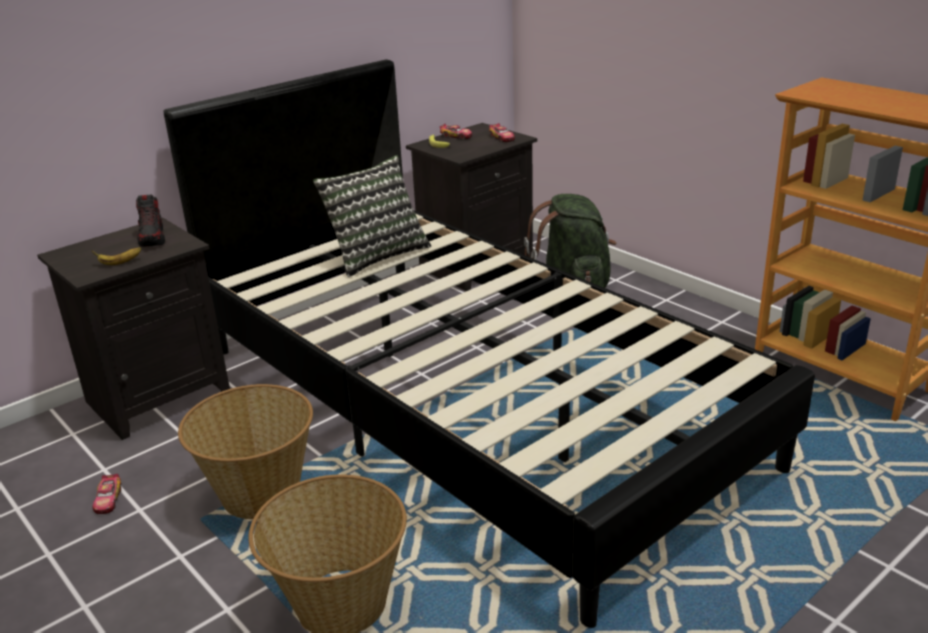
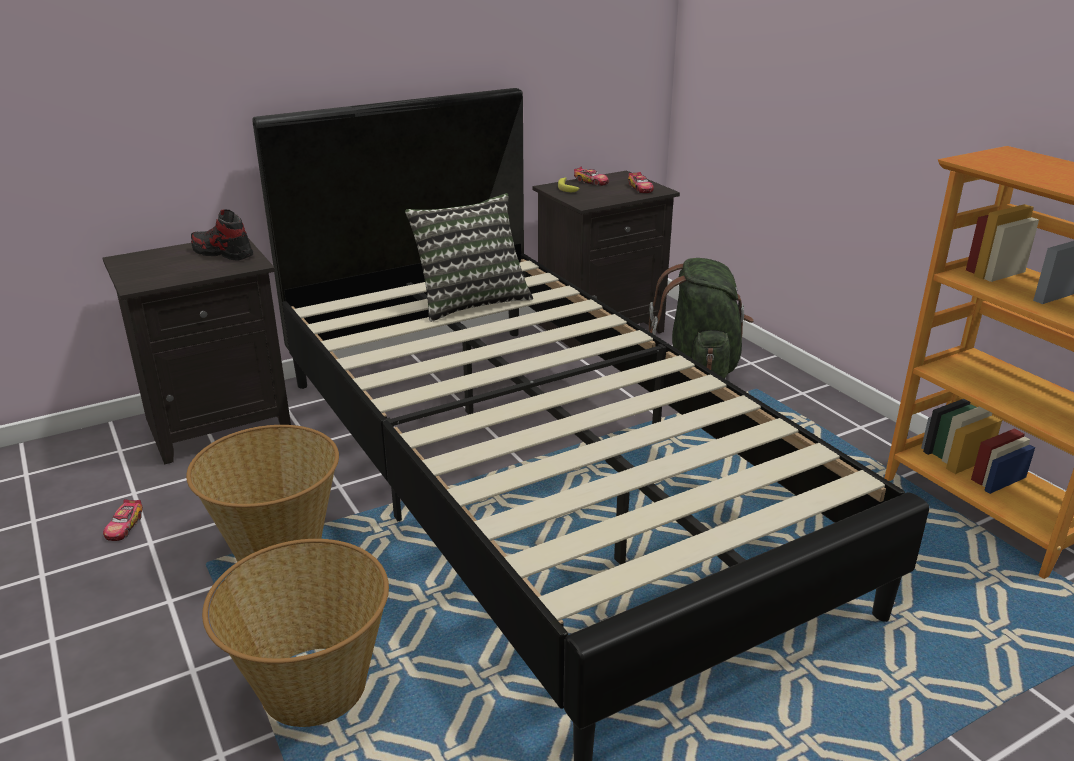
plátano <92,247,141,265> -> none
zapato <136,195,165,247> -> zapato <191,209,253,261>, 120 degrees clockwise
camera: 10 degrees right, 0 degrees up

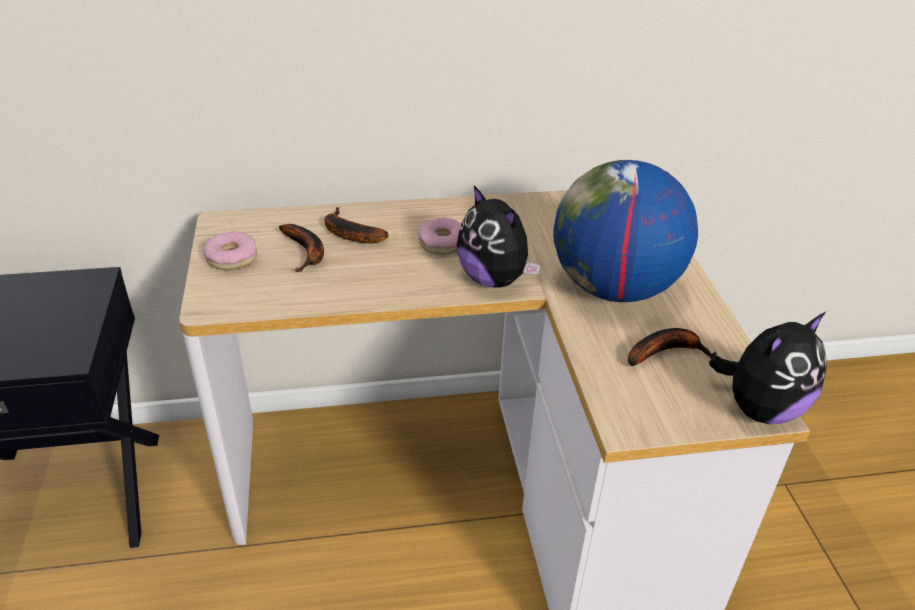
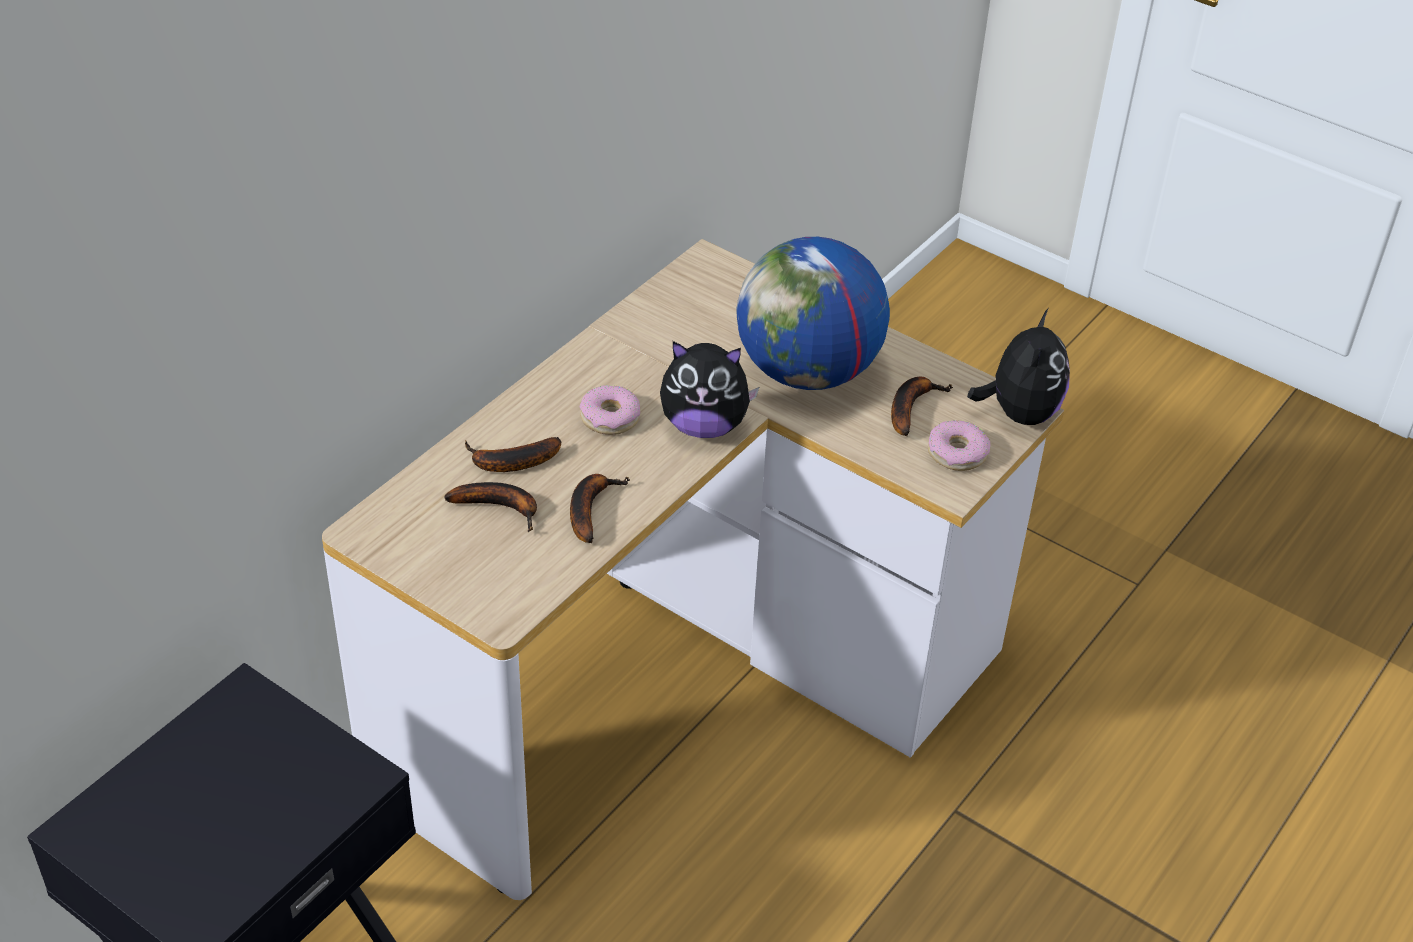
rosquilla <204,231,257,270> -> rosquilla <928,420,990,471>, move
none -> plátano <570,474,630,543>
camera: 45 degrees left, 5 degrees up

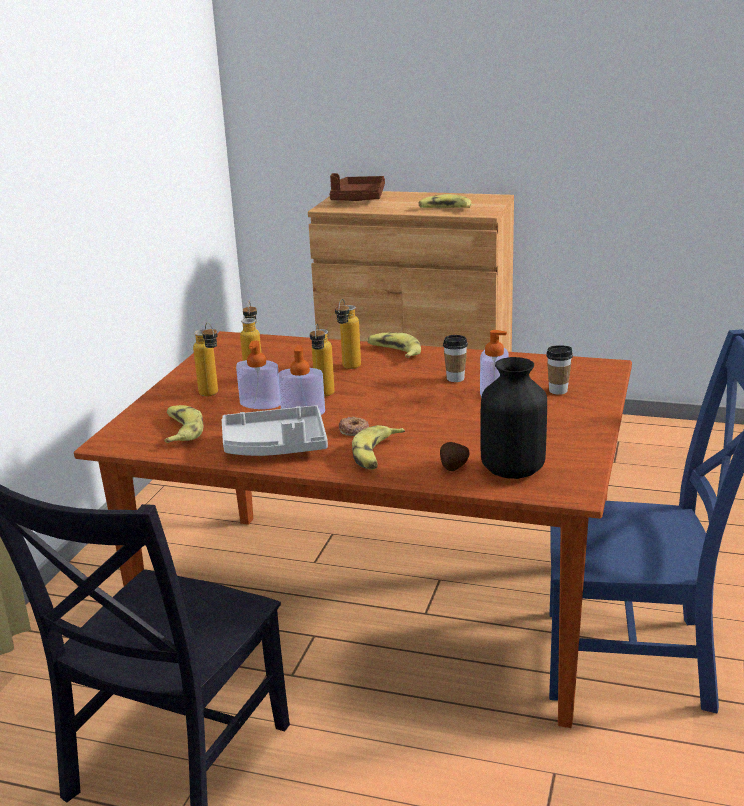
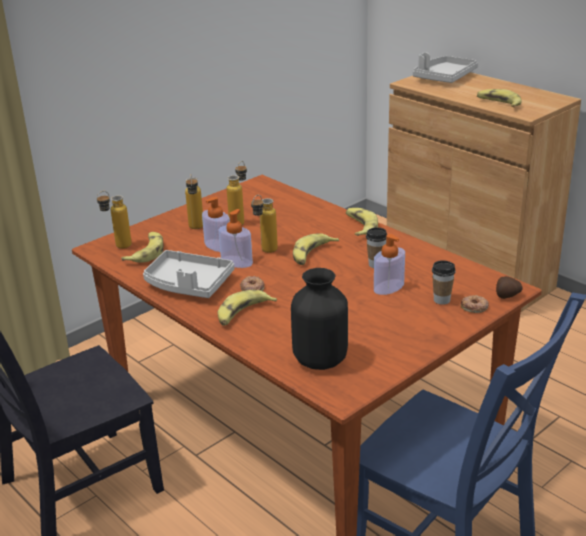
bandeja [marrón] <329,173,385,201> -> bandeja [gris] <413,52,477,83>
botella <335,299,361,369> -> botella <97,191,132,249>, move
patata <440,442,470,471> -> patata <496,276,522,299>, move
none -> plátano <293,233,339,265>
none -> rosquilla <461,295,489,313>
camera: 30 degrees right, 5 degrees up

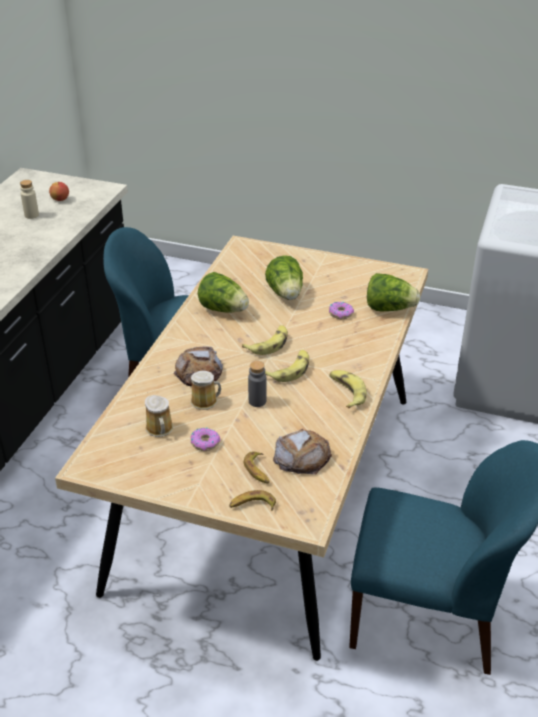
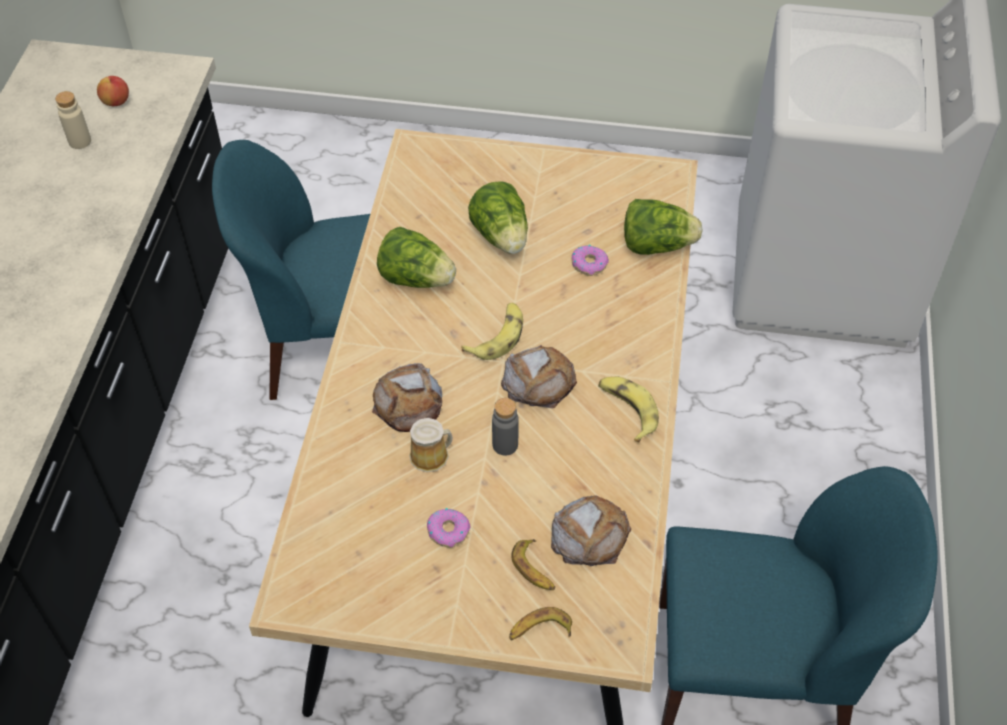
taza grande <145,395,173,437> -> none
plátano <265,350,309,382> -> pan <501,345,577,409>
camera: 10 degrees left, 15 degrees up

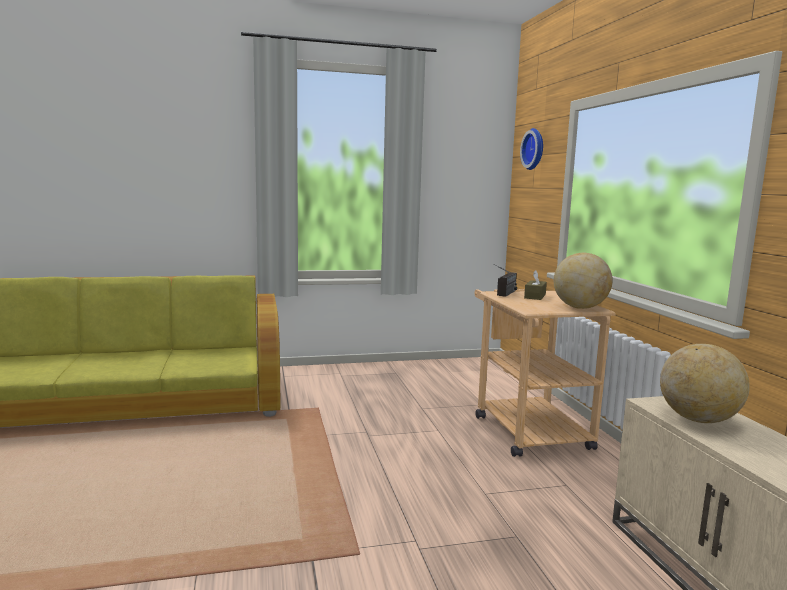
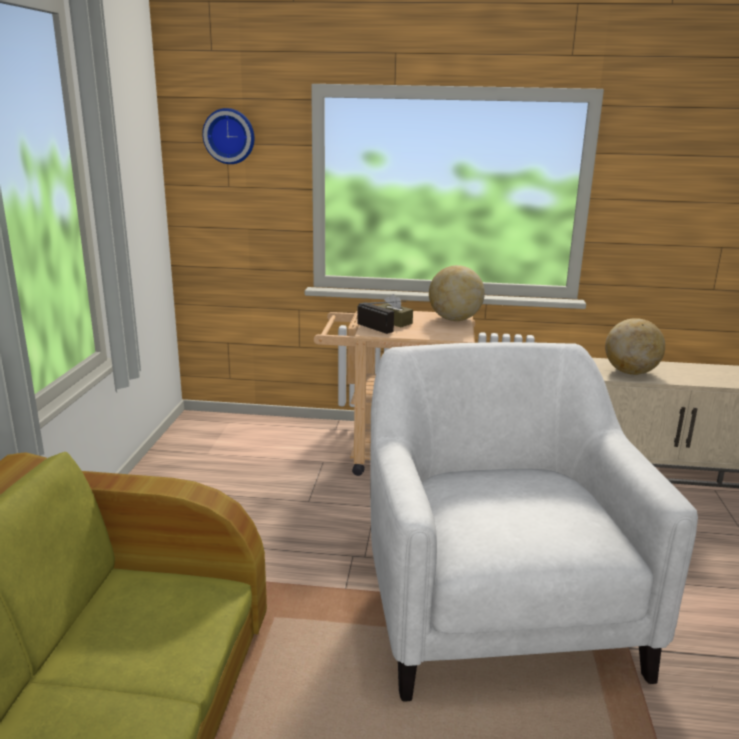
none -> sillón [blanco] <370,342,698,702>
camera: 70 degrees left, 10 degrees up

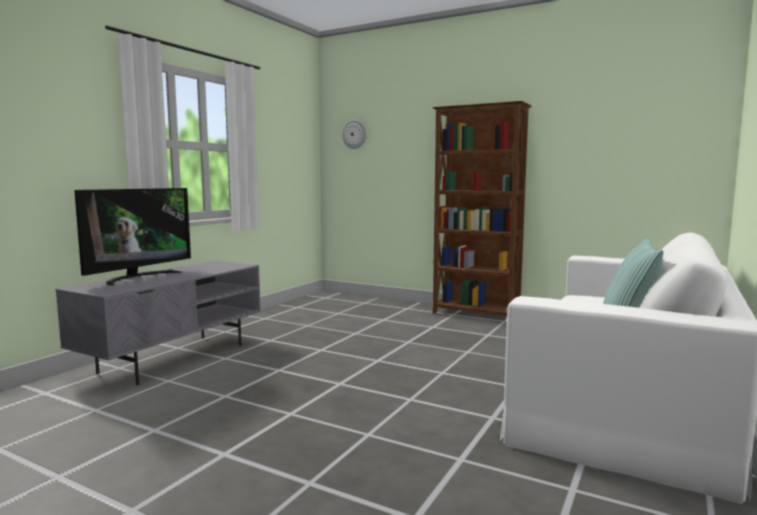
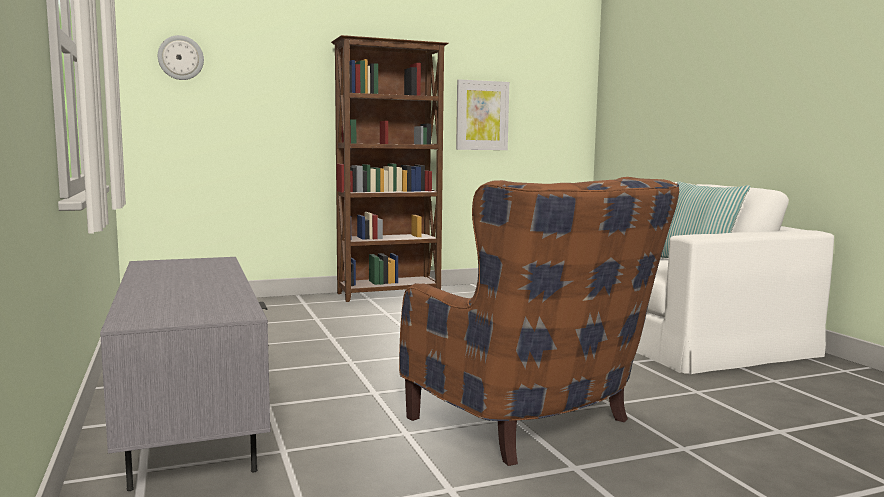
televisor <74,188,191,286> -> none
none -> sillón [marrón] <399,177,679,466>
none -> cuadro <456,79,509,150>
camera: 50 degrees left, 0 degrees up

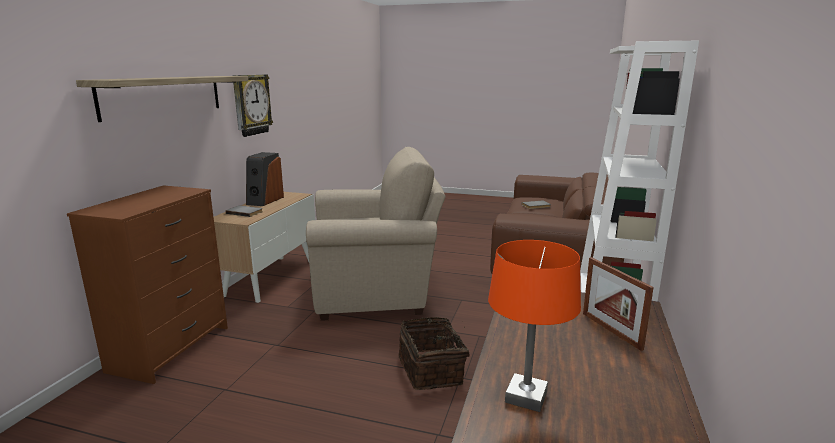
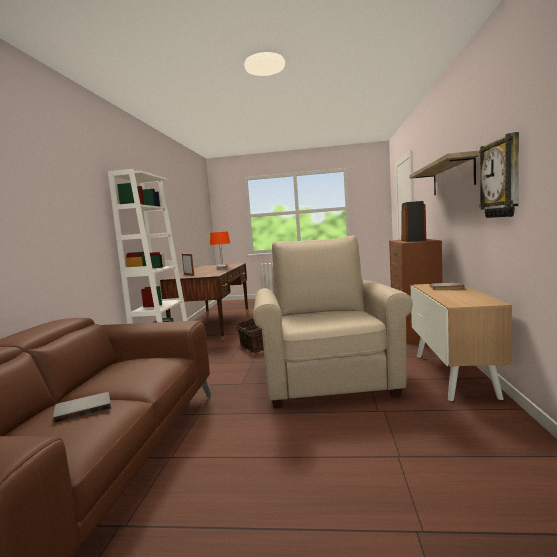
altavoz <246,152,284,206> -> altavoz <401,201,426,242>, move
sillón [beis] <306,147,446,321> -> sillón [beis] <253,235,413,408>, 105 degrees clockwise
camera: 170 degrees right, 10 degrees down

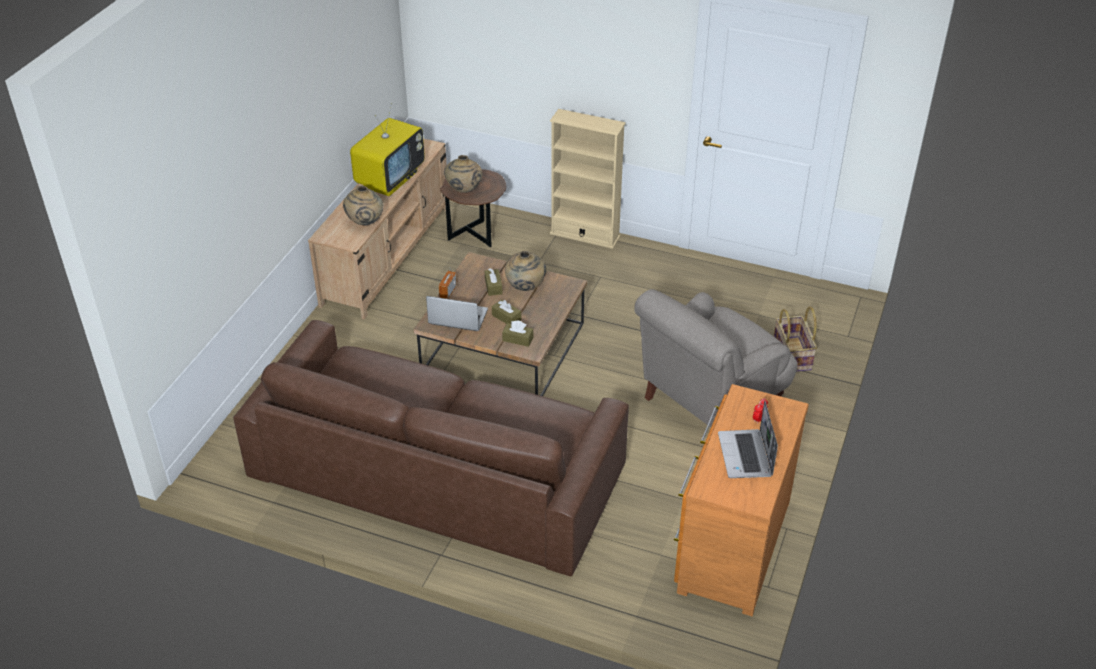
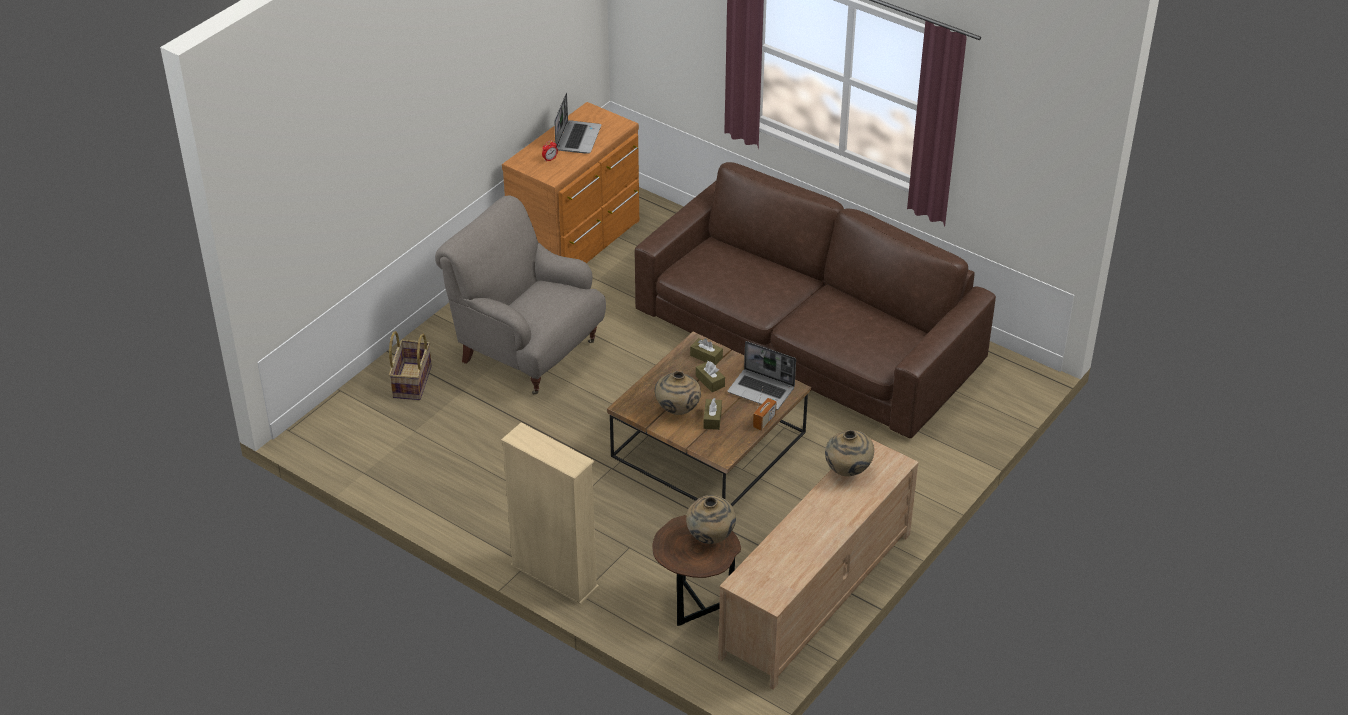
televisor <350,103,425,196> -> none
sillón [gris] <634,289,798,427> -> sillón [gris] <435,195,606,394>, 120 degrees counterclockwise
camera: 165 degrees left, 0 degrees up

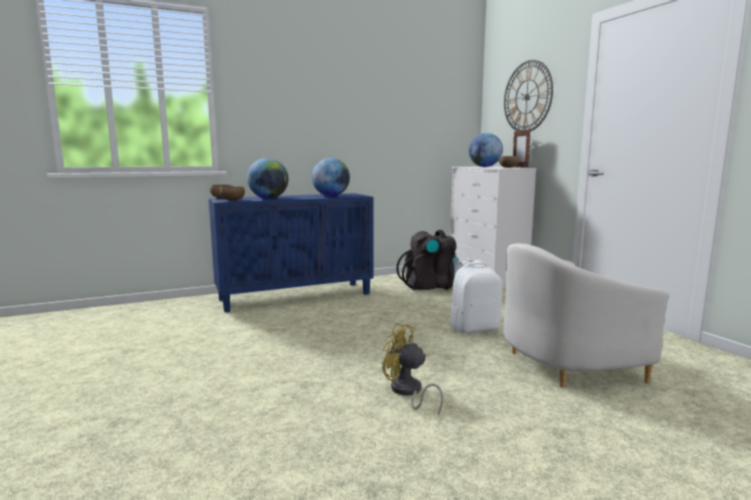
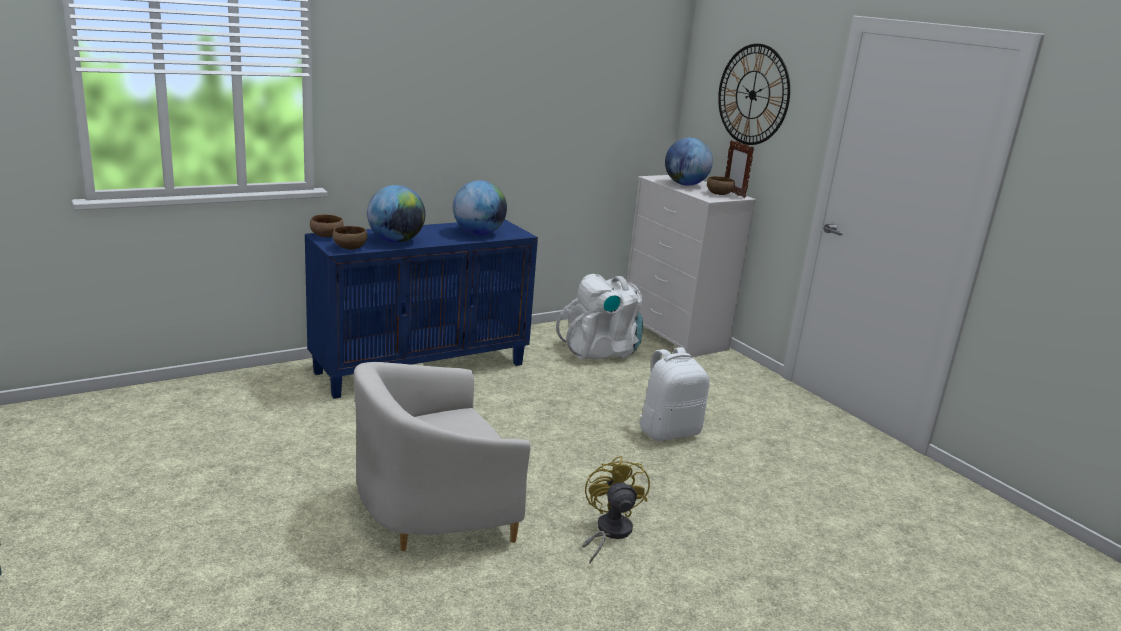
ventilador [amarillo] <382,323,443,415> -> ventilador [amarillo] <582,456,650,564>, 60 degrees clockwise
mochila [negro] <396,230,459,291> -> mochila [blanco] <556,274,643,360>
sillón [blanco] <503,243,669,388> -> sillón [blanco] <353,362,531,551>, move
camera: 10 degrees left, 10 degrees up

